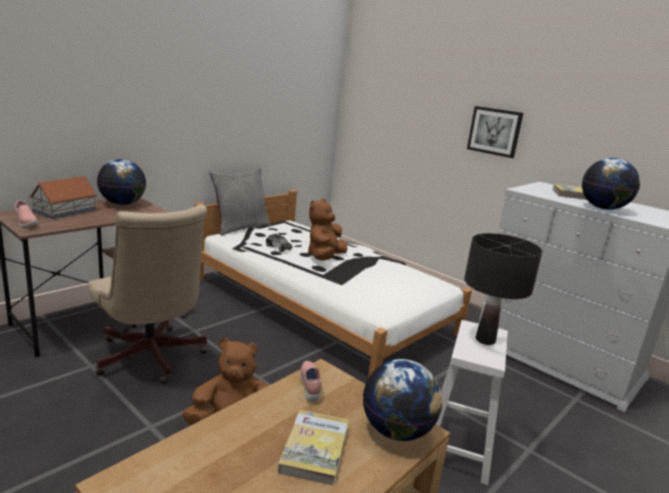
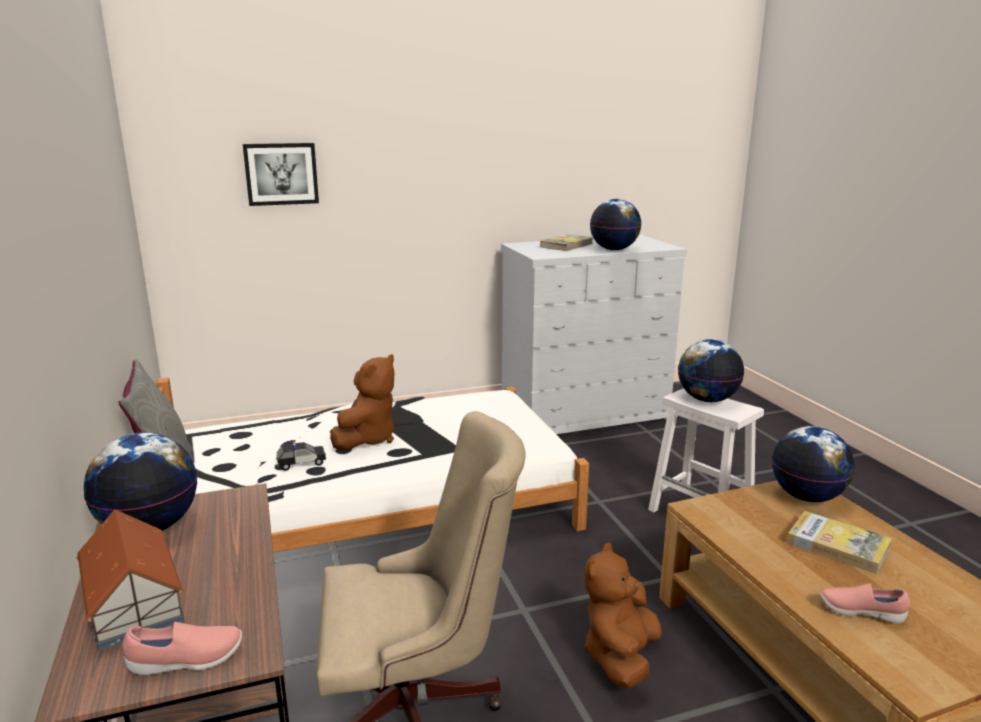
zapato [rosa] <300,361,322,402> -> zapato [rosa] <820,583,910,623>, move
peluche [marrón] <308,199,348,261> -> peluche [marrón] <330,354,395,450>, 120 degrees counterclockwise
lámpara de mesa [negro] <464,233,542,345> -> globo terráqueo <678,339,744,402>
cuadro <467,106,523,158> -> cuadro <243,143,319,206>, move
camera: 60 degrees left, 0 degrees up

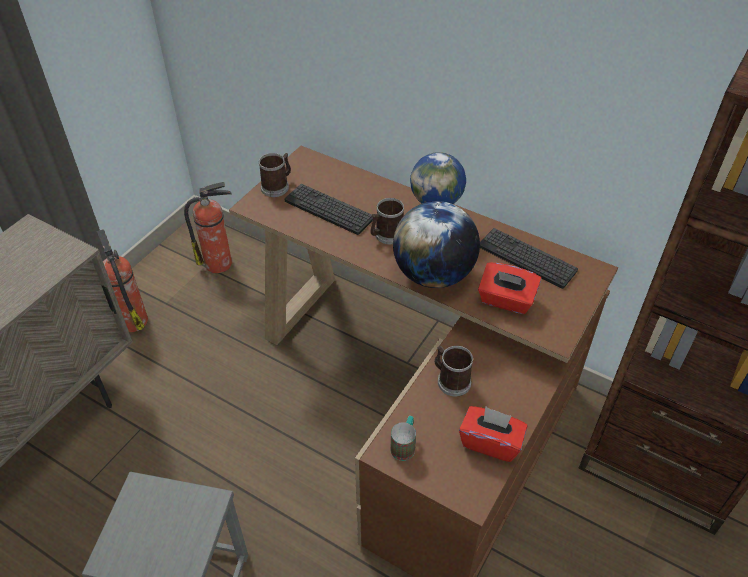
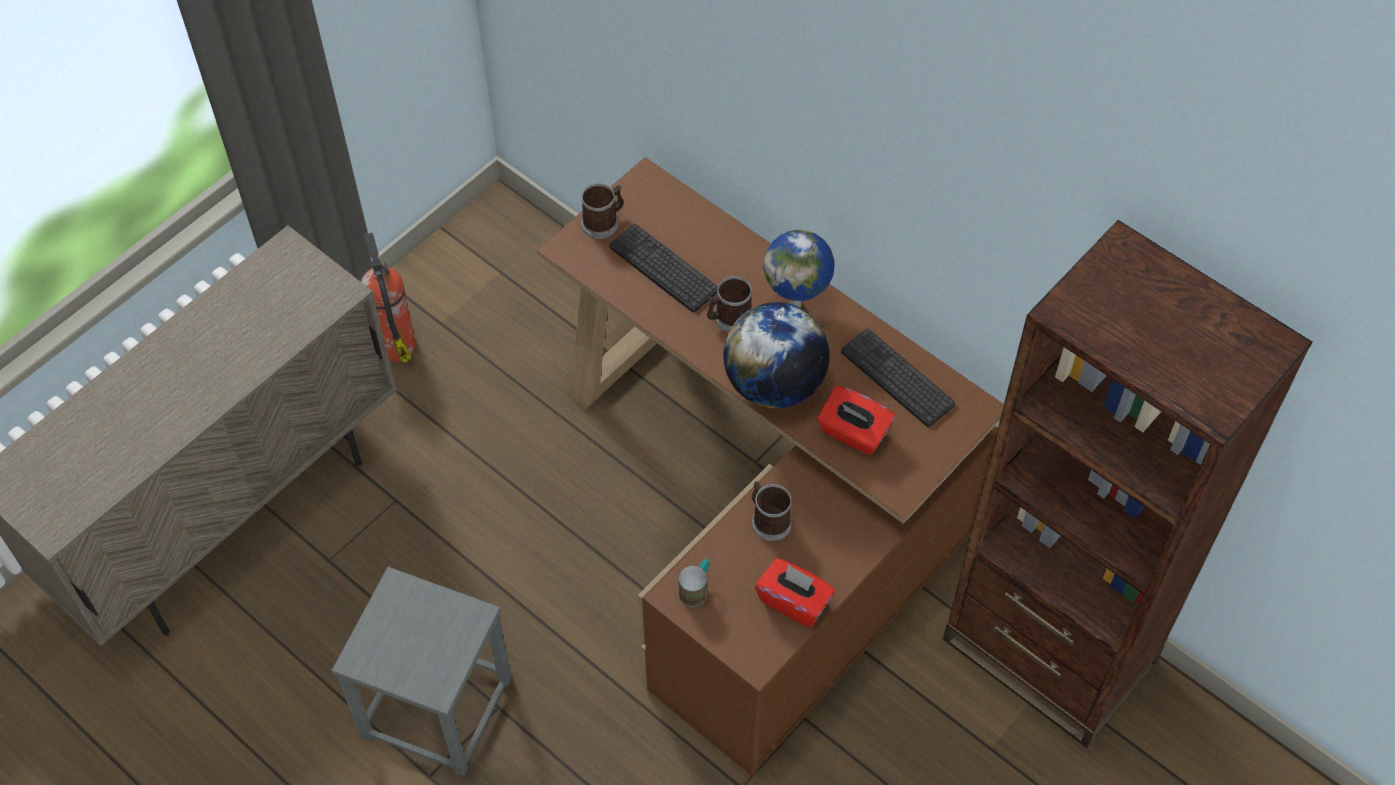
extintor <184,182,232,273> -> none
camera: 10 degrees right, 10 degrees up

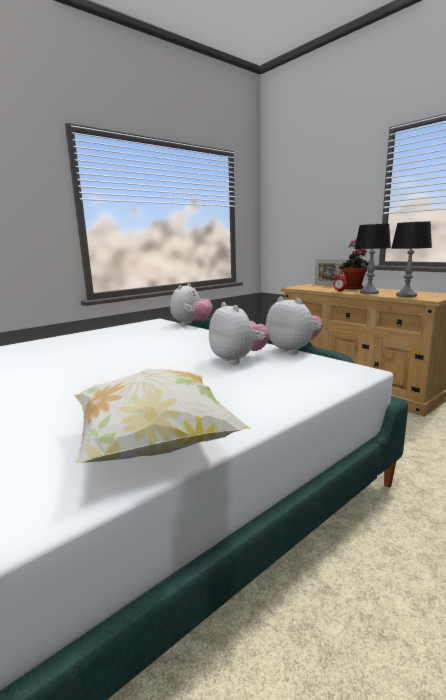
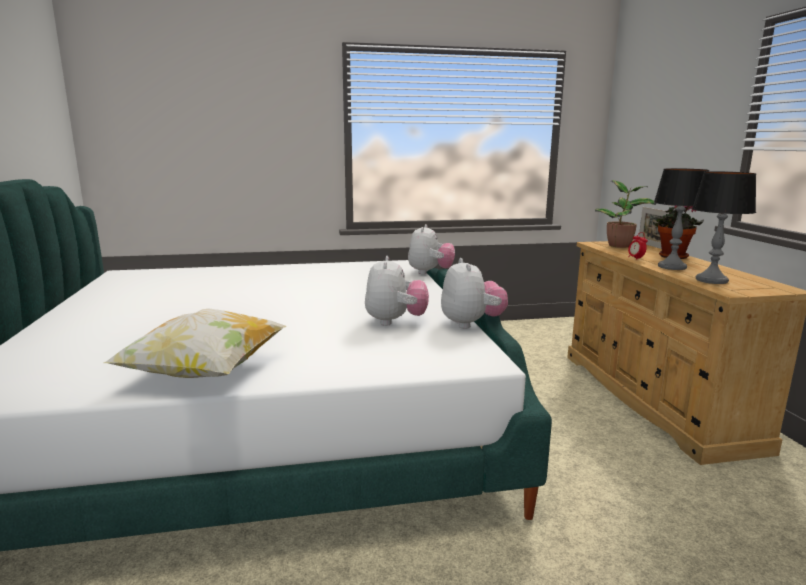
peluche <170,283,213,325> -> peluche <408,224,455,274>, 45 degrees counterclockwise
none -> planta en maceta <595,180,657,248>
camera: 30 degrees right, 0 degrees up

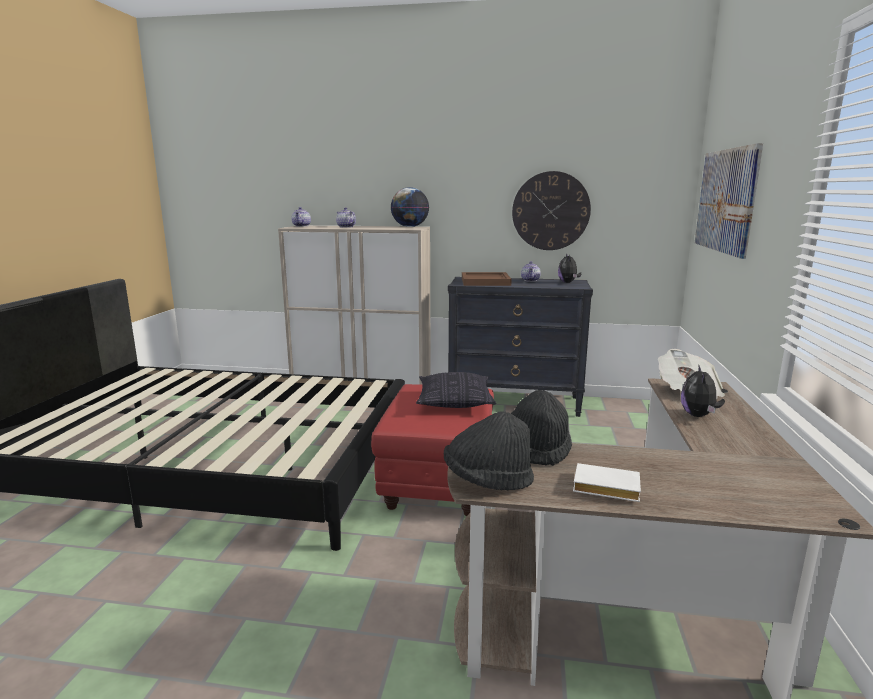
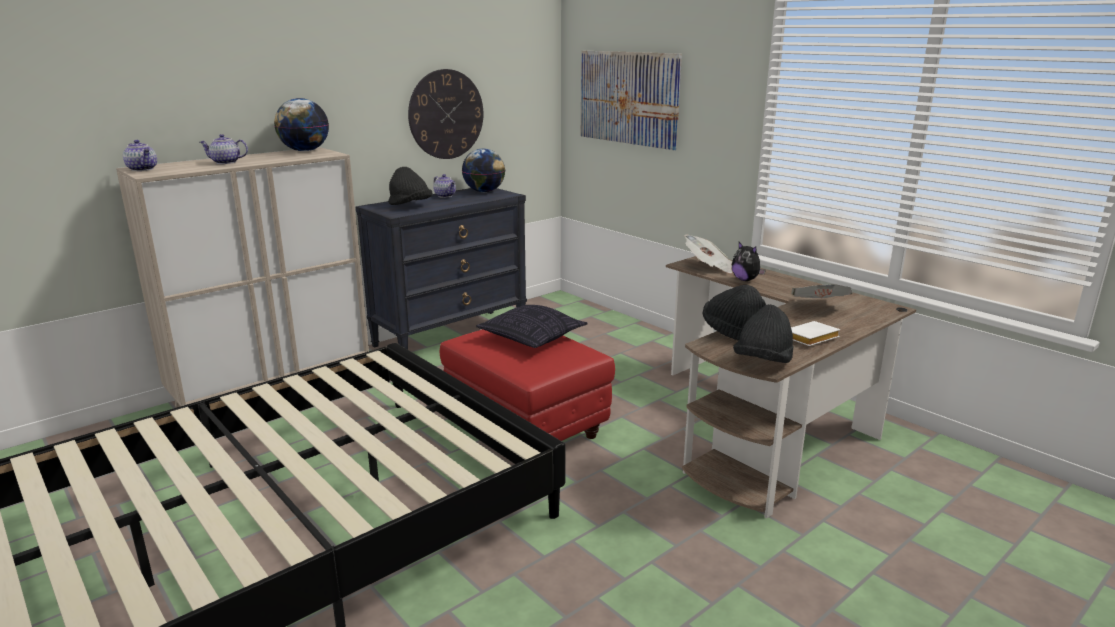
bandeja [marrón] <462,272,512,286> -> sombrero [negro] <388,167,432,205>
peluche <558,253,581,283> -> globo terráqueo <462,149,505,192>
none -> periódico <791,285,853,298>
camera: 50 degrees left, 5 degrees up

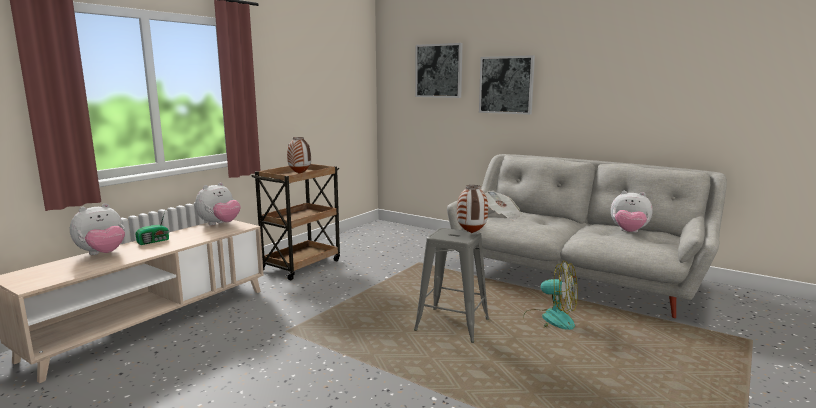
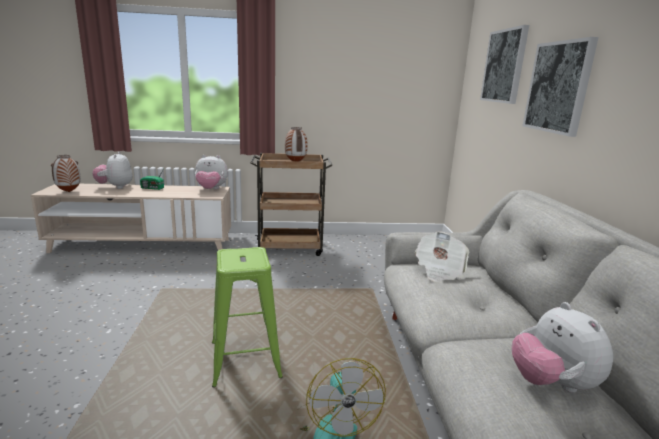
peluche <70,203,125,255> -> peluche <92,152,132,189>, 75 degrees clockwise
taburete [gris] <414,228,489,343> -> taburete [verde] <212,247,283,388>
florero <457,185,488,233> -> florero <51,155,81,192>, move
camera: 50 degrees right, 5 degrees up

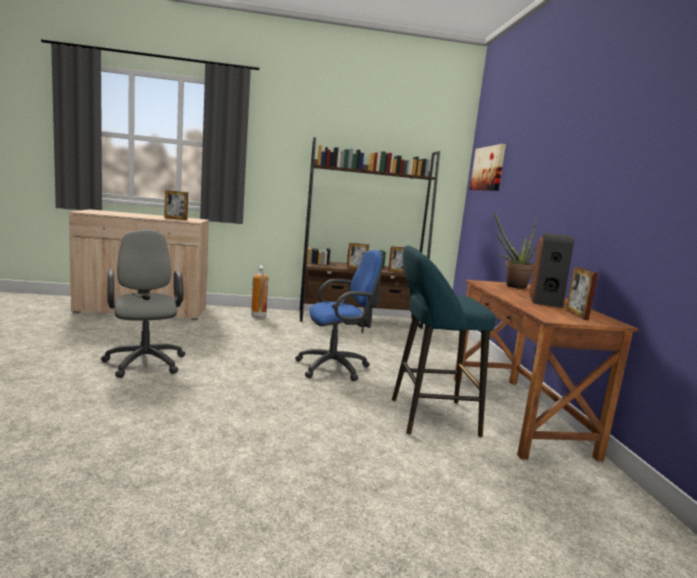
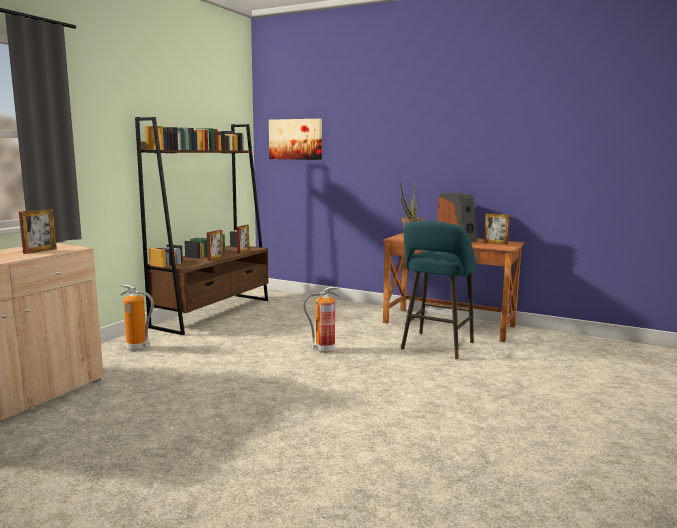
silla de oficina [gris] <101,229,186,378> -> none
silla de oficina [azul] <295,250,384,381> -> extintor <303,287,340,353>
camera: 55 degrees left, 0 degrees up

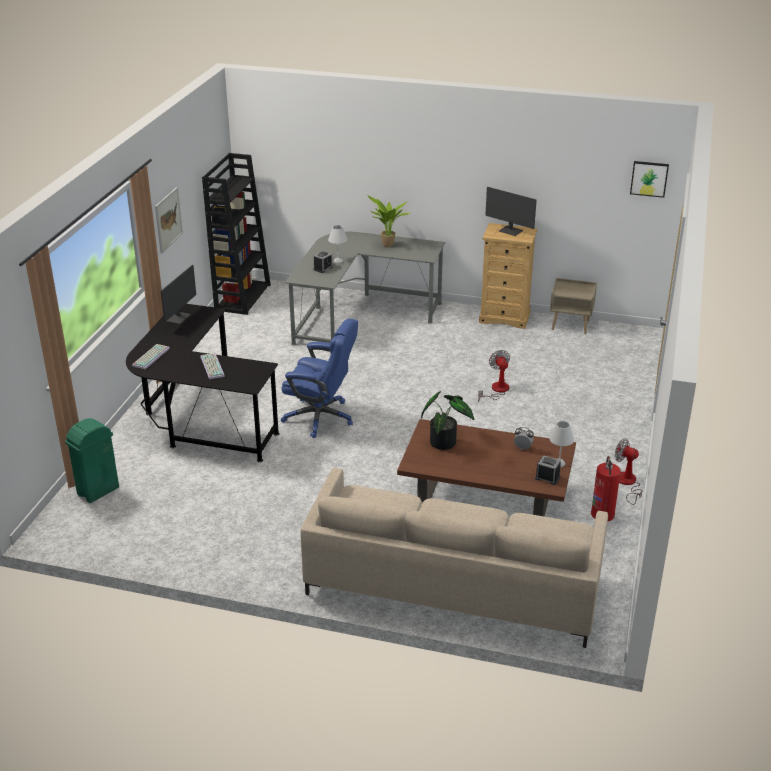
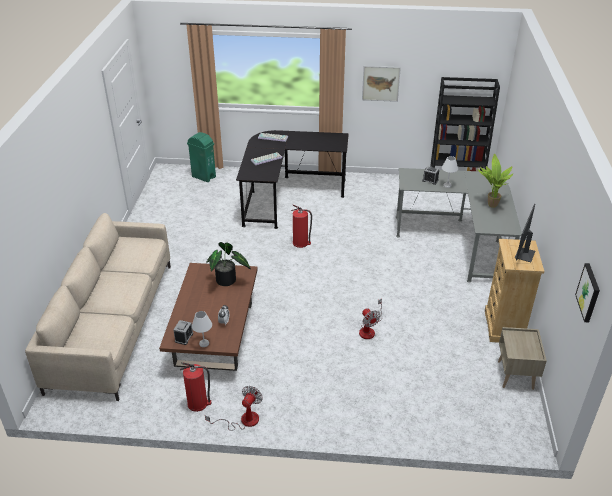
monitor <161,265,196,324> -> none
silla de oficina [azul] <281,319,358,438> -> extintor <291,205,312,248>
ventilador <478,350,510,403> -> ventilador <359,299,382,339>, 90 degrees clockwise
camera: 80 degrees right, 5 degrees up

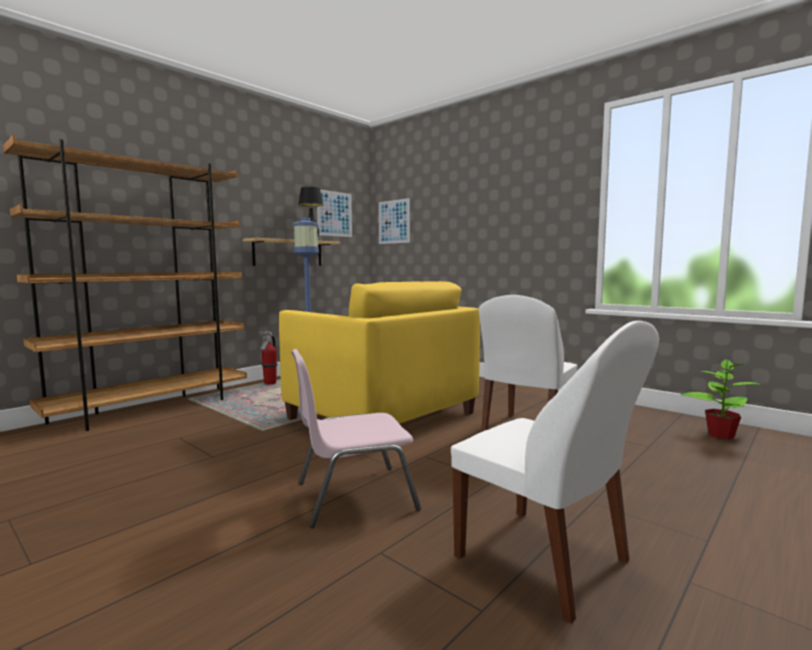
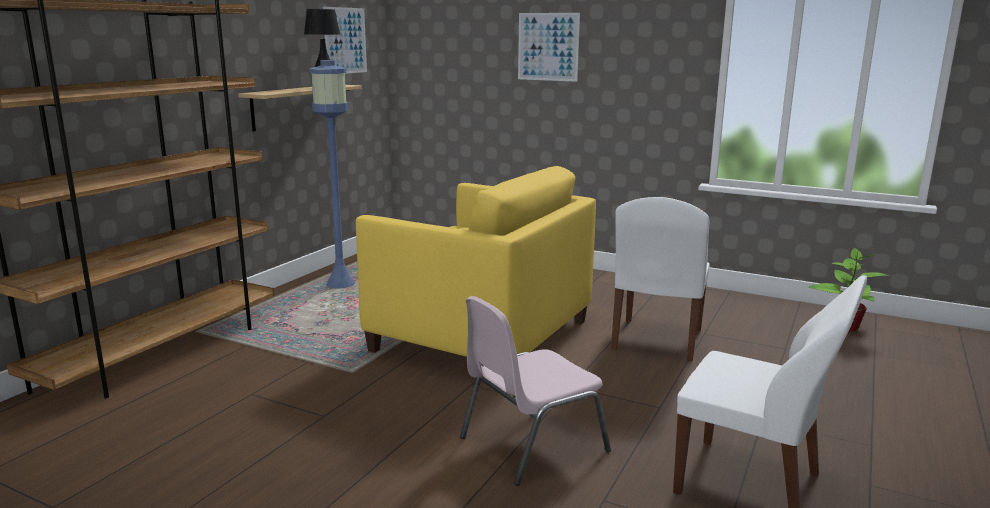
extintor <259,331,277,384> -> none
cuadro <379,198,410,244> -> cuadro <518,13,580,82>, move
camera: 15 degrees left, 10 degrees up

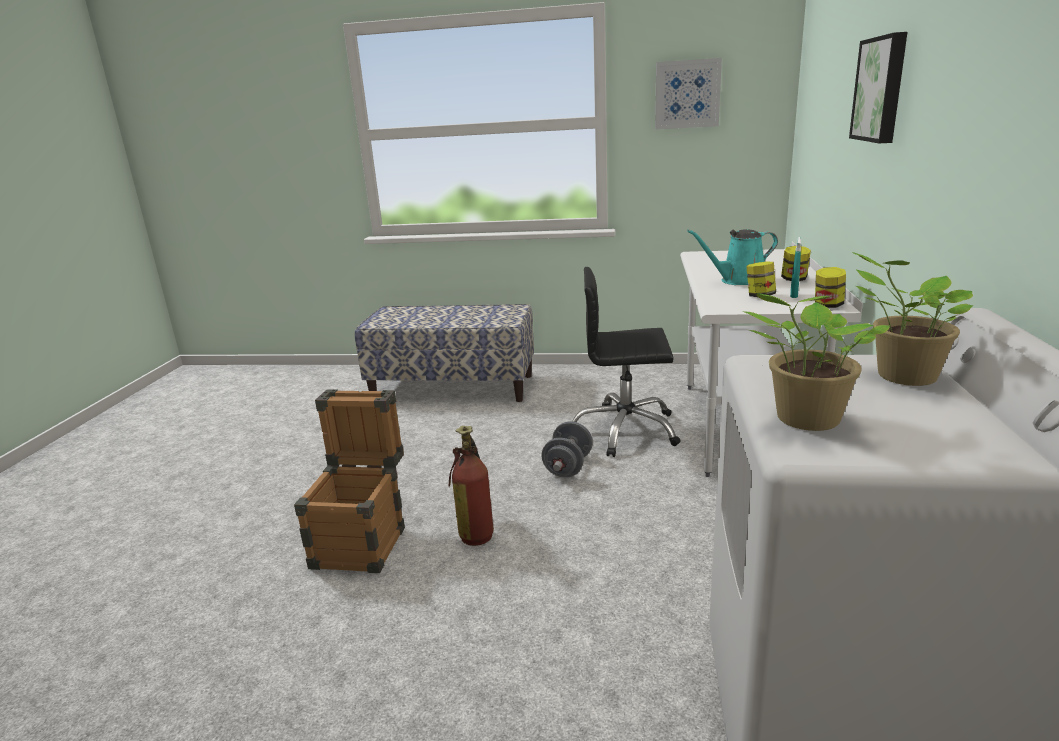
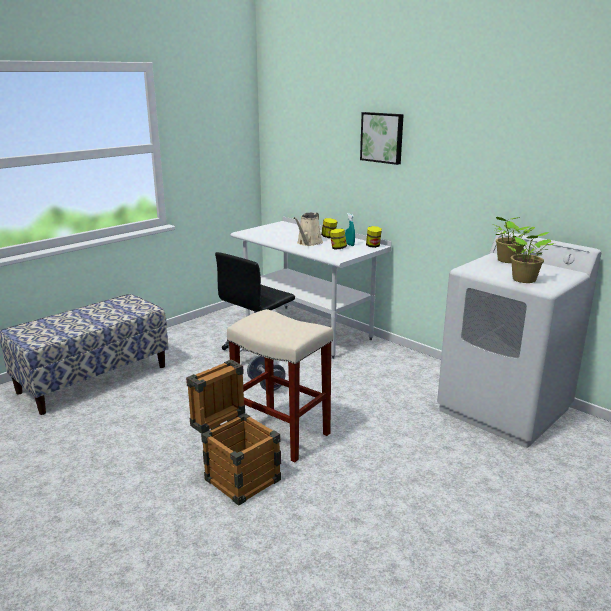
extintor <449,426,494,546> -> taburete [beis] <227,309,333,462>
cuadro <655,58,722,130> -> none
regadera [turquesa] <687,229,778,285> -> regadera [beis] <294,212,323,246>
camera: 55 degrees left, 0 degrees up

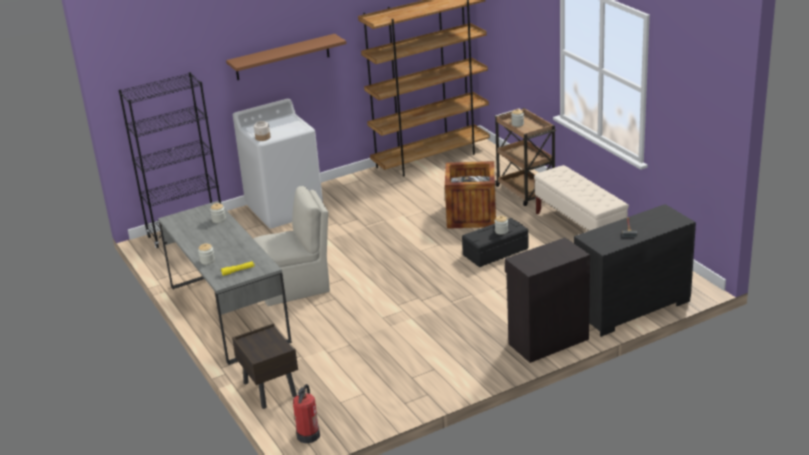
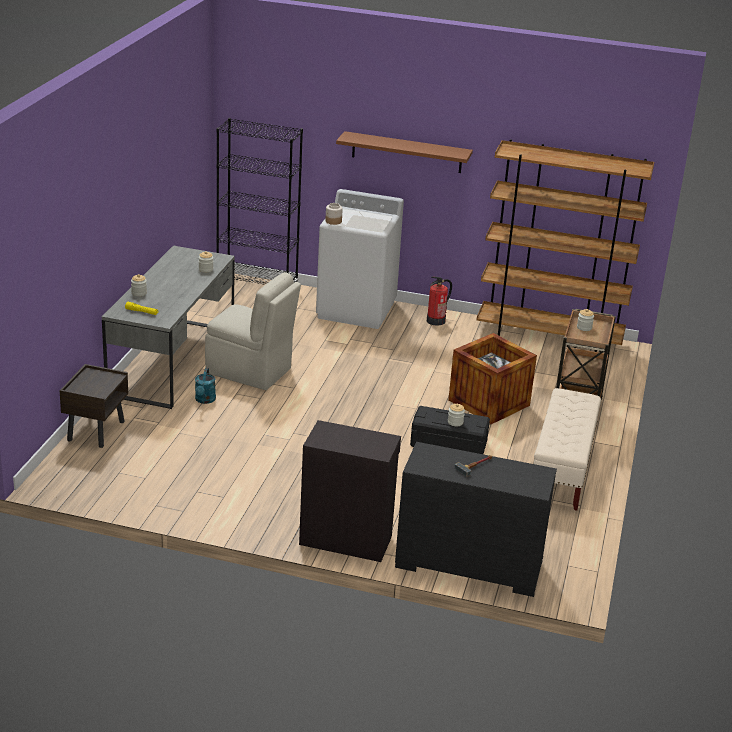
extintor <293,384,320,443> -> extintor <427,276,452,326>, move
none -> regadera [turquesa] <195,368,216,404>
camera: 40 degrees right, 0 degrees up

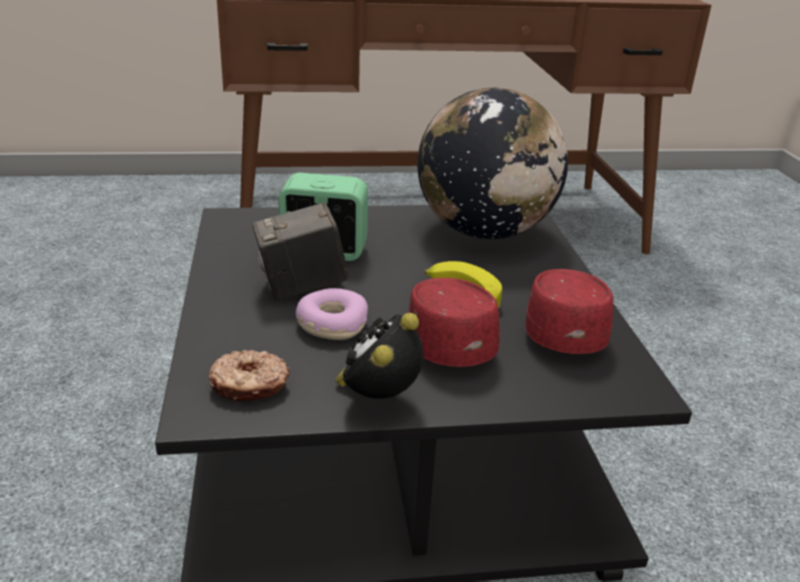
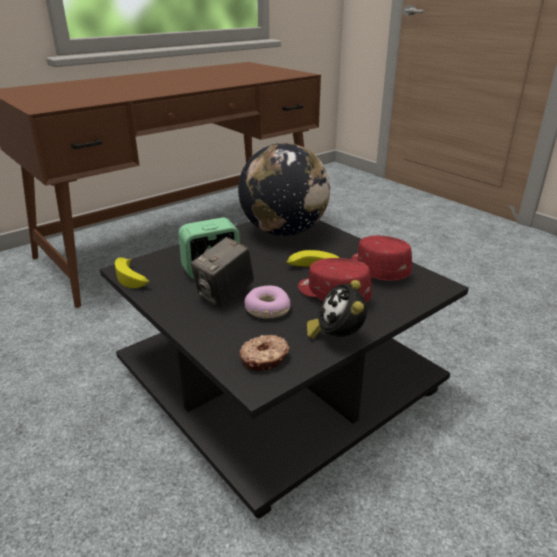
none -> plátano <115,257,149,288>
camera: 30 degrees left, 0 degrees up

